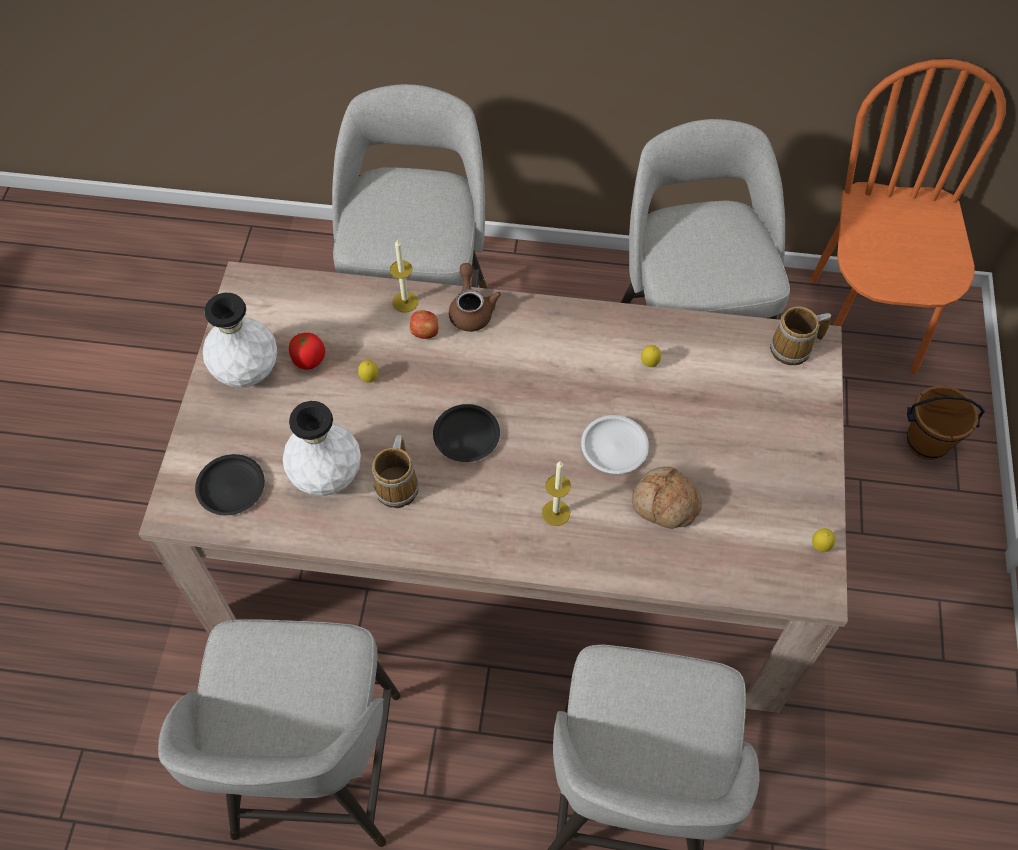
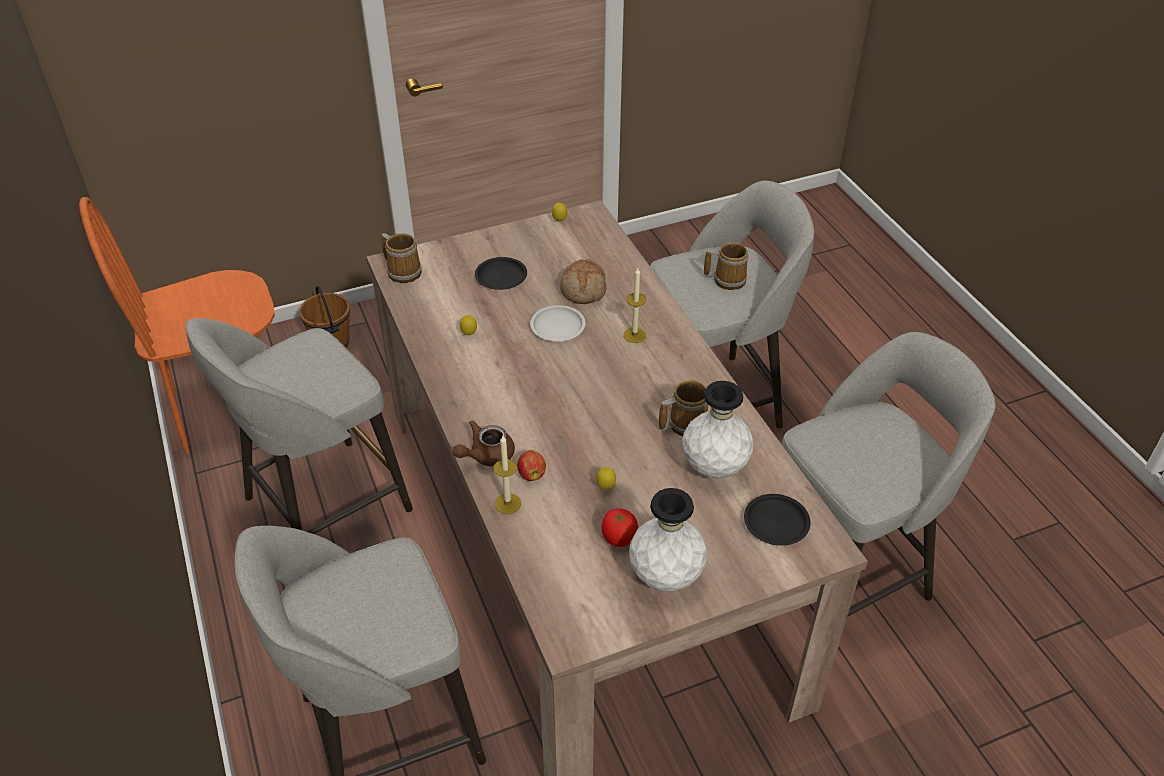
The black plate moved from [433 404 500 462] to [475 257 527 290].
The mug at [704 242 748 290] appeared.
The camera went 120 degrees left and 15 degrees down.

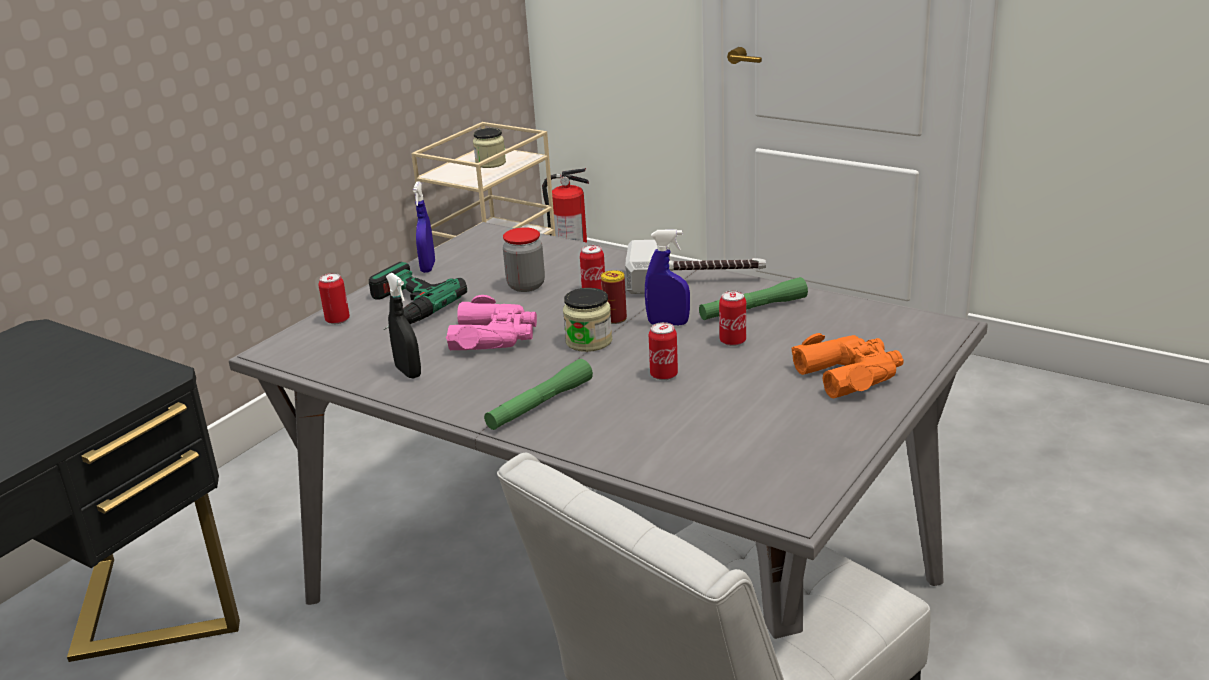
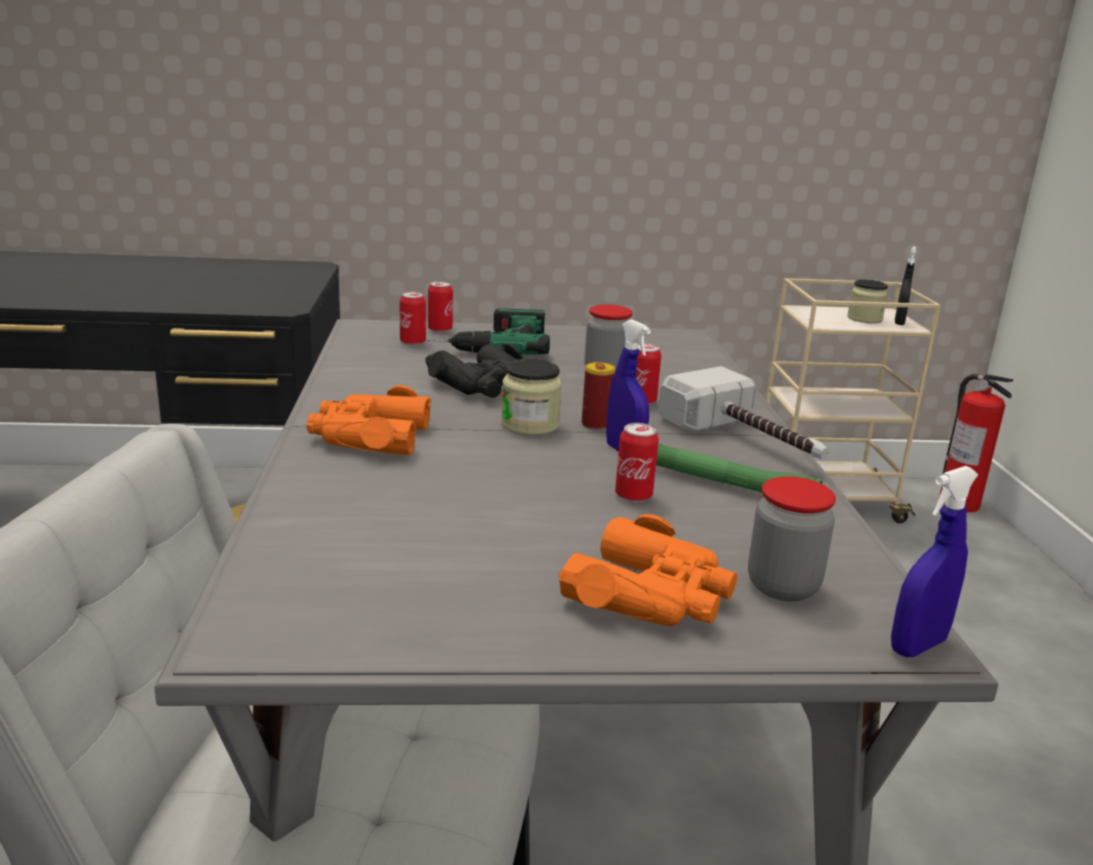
The blue spray bottle moved from [413 181 435 273] to [891 466 978 657].
The black spray bottle moved from [386 273 421 379] to [895 246 916 325].
The pink binoculars at [446 295 537 351] became the black binoculars at [425 343 523 398].
The can moved from [649 322 678 380] to [399 292 426 346].
The green flashlight at [484 359 593 430] was replaced by the orange binoculars at [307 385 432 455].
The jar at [748 476 836 601] appeared.
The camera went 50 degrees right and 5 degrees down.

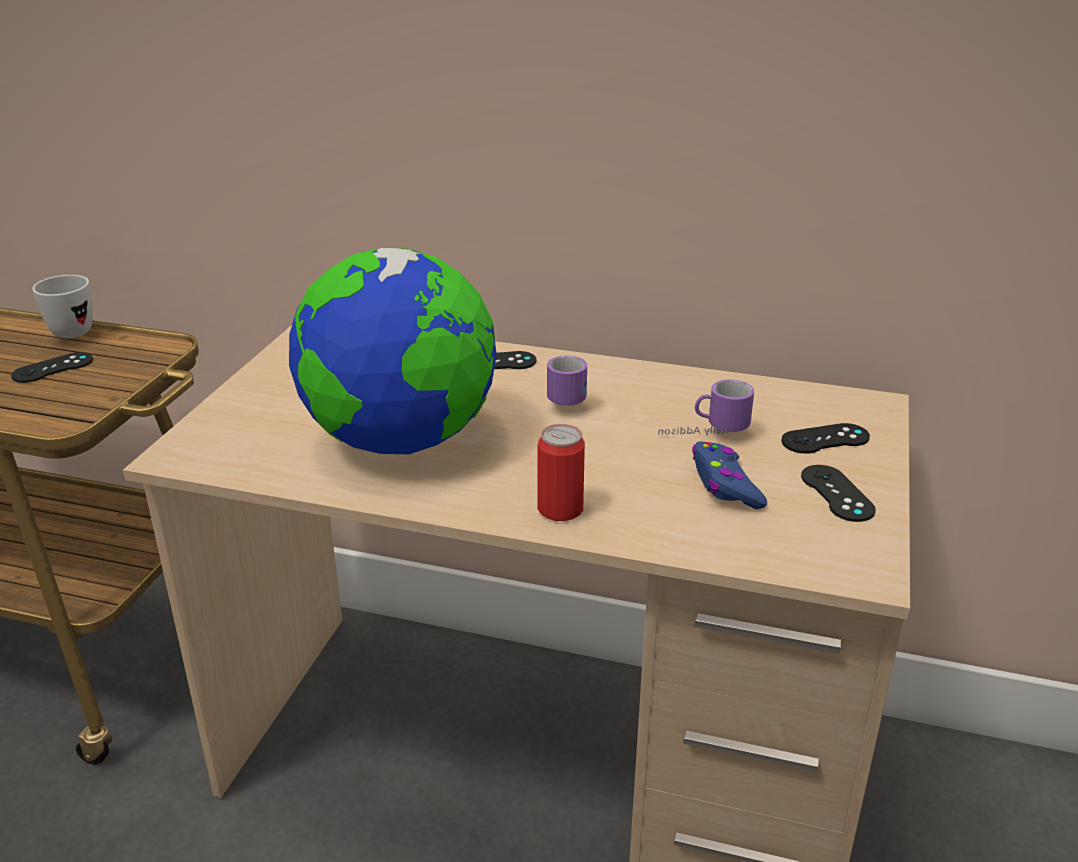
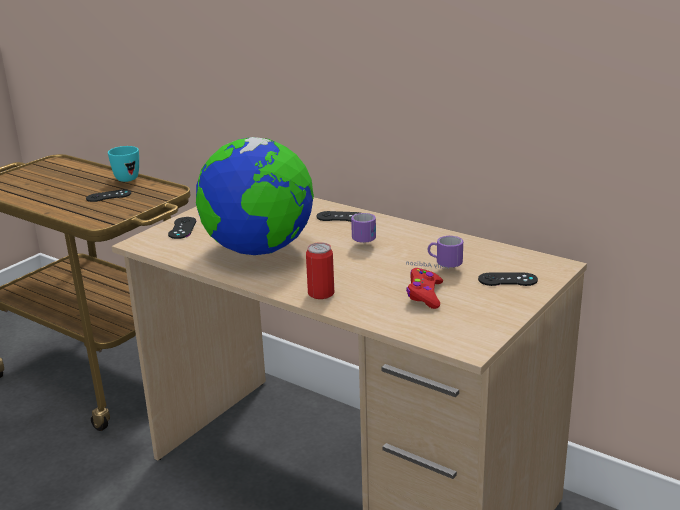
The white mug at [32 275 93 338] became the turquoise mug at [108 146 139 182].
The blue game controller at [692 441 767 509] became the red game controller at [406 268 443 309].
The black game controller moved from [801 465 876 522] to [168 217 196 239].
The camera went 20 degrees right and 5 degrees down.

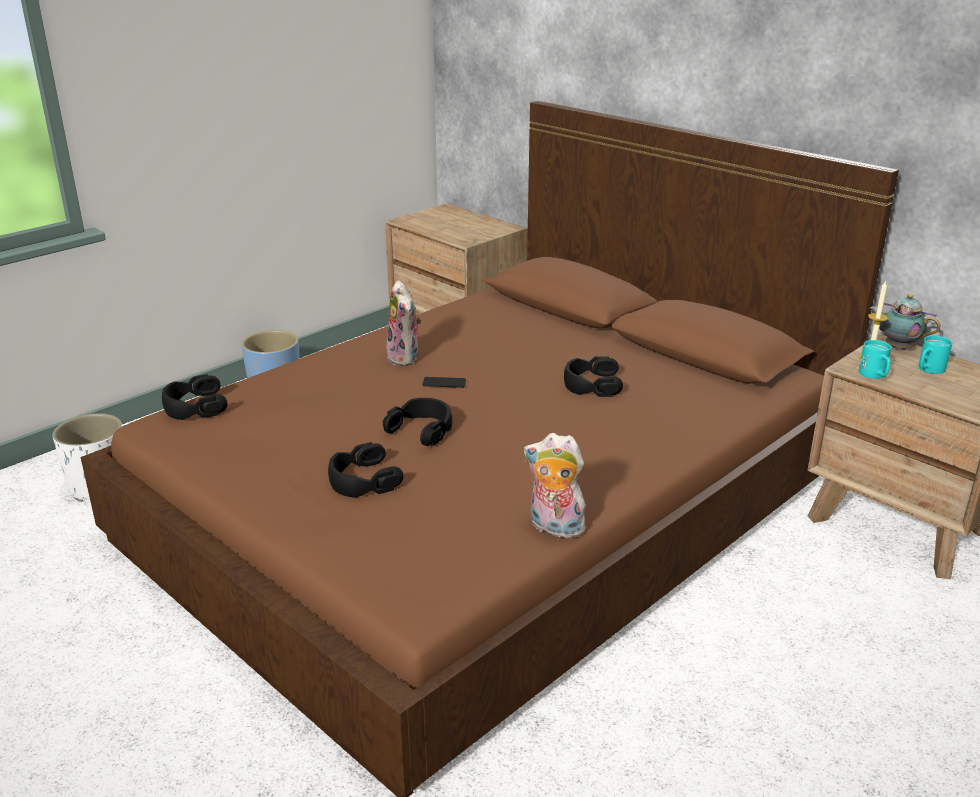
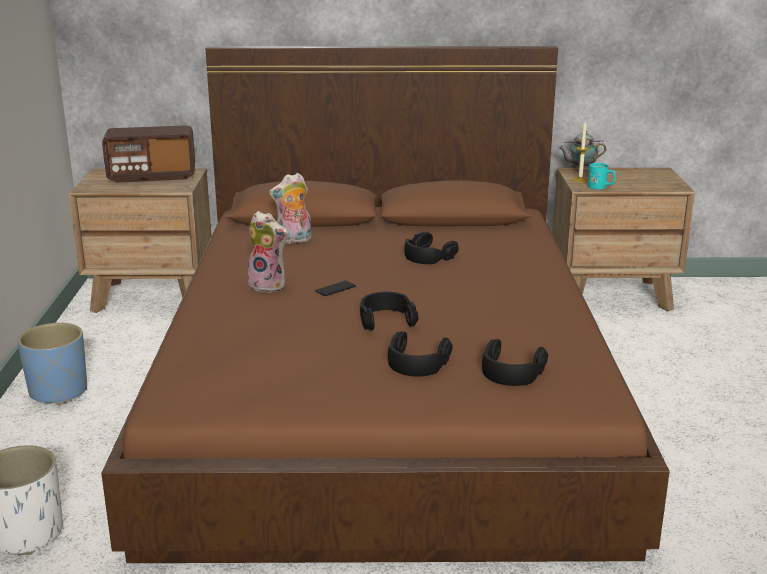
The turquoise mug at [918 336 952 374] disappeared.
The black headphones moved from [162 374 227 420] to [482 339 548 386].
The plush toy moved from [524 433 588 538] to [269 173 312 244].
The radio at [102 125 195 183] appeared.
The camera went 45 degrees left and 5 degrees down.

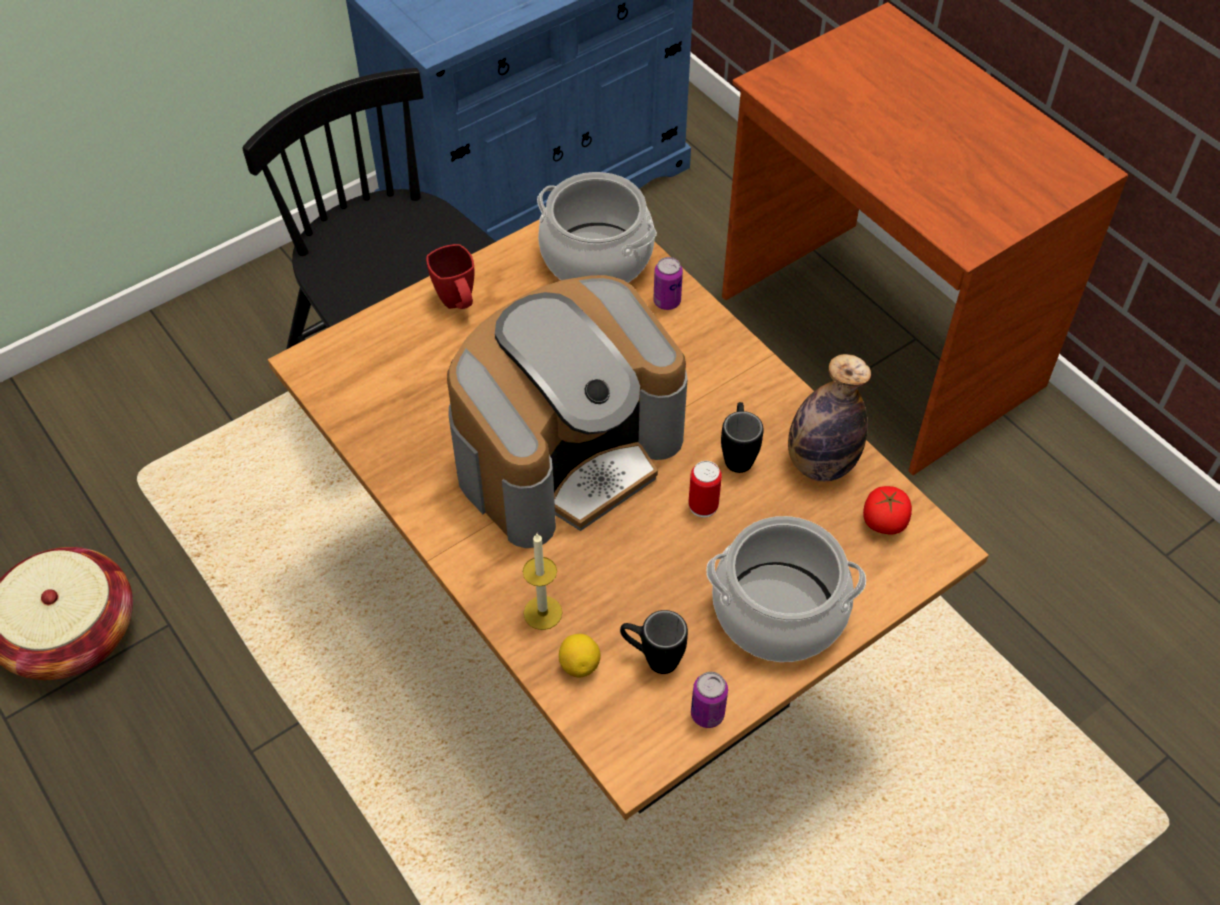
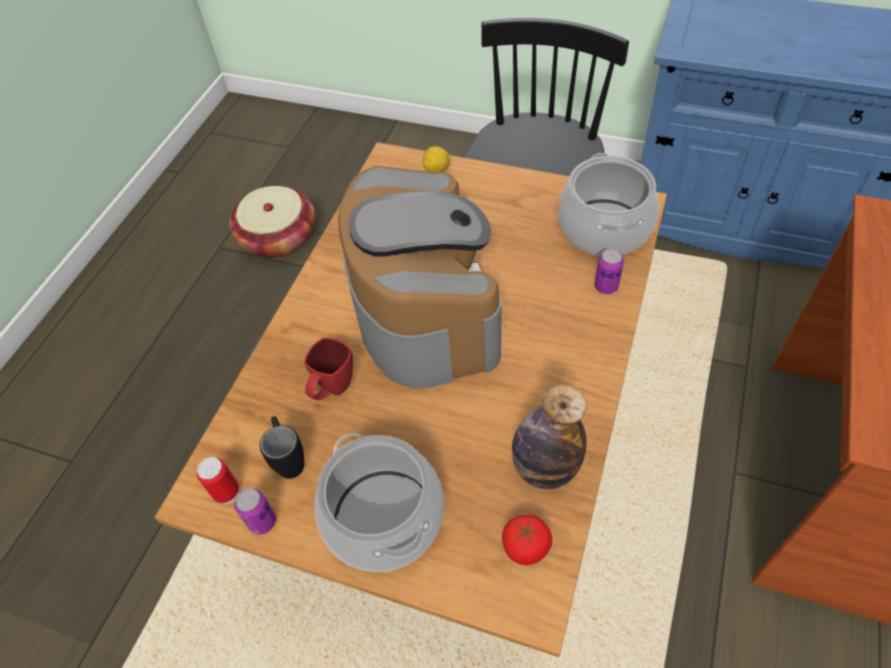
The red mug moved from [426 244 474 309] to [304 337 353 400].
The coffee machine at [447 275 688 548] turned 120 degrees counterclockwise.
The black mug at [721 402 764 473] disappeared.
The can moved from [689 461 722 518] to [197 457 239 504].
The candle at [523 533 562 630] disappeared.
The lemon moved from [559 634 601 677] to [422 146 450 172].
The camera went 60 degrees right and 0 degrees up.

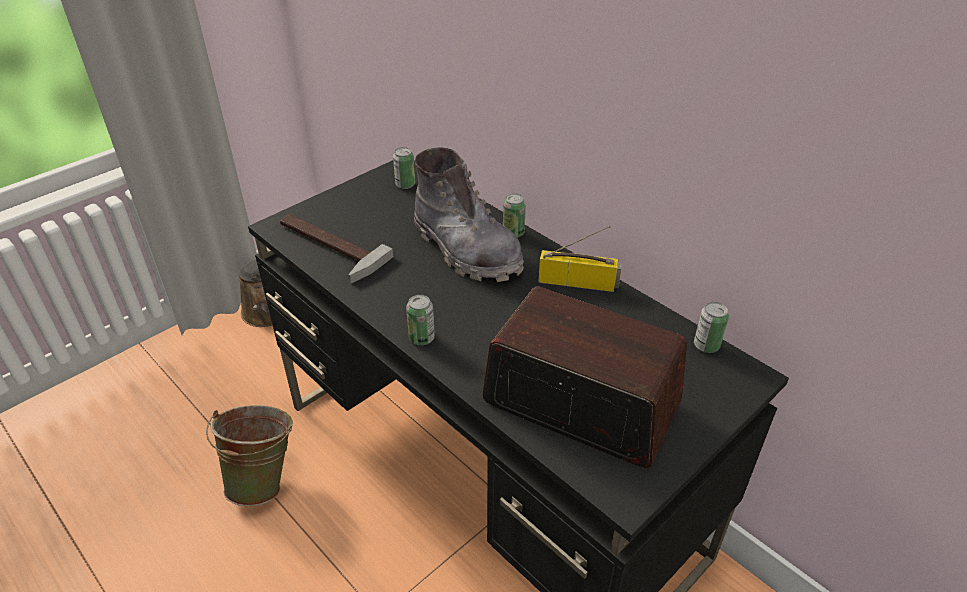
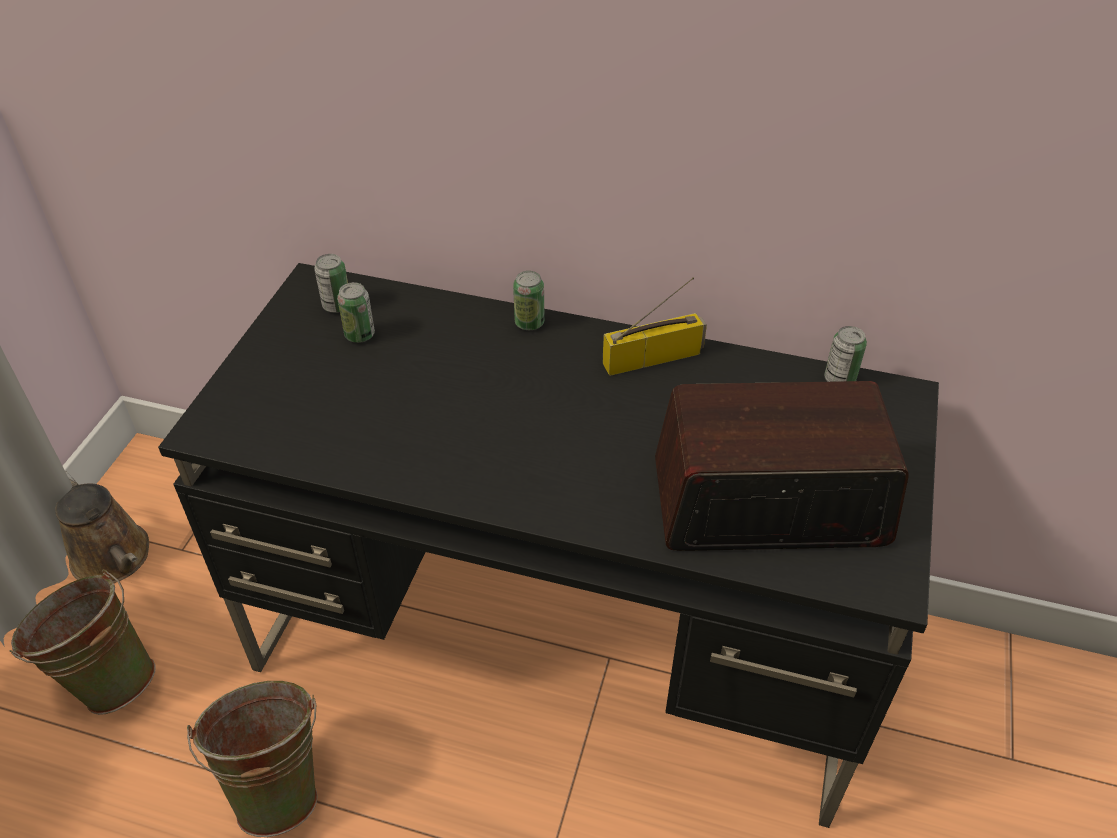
The grey boot at [414 147 524 282] disappeared.
The hammer at [280 214 394 284] disappeared.
The can moved from [406 295 435 345] to [337 282 375 343].
The green bucket at [10 569 156 715] appeared.
The camera went 30 degrees left and 5 degrees up.

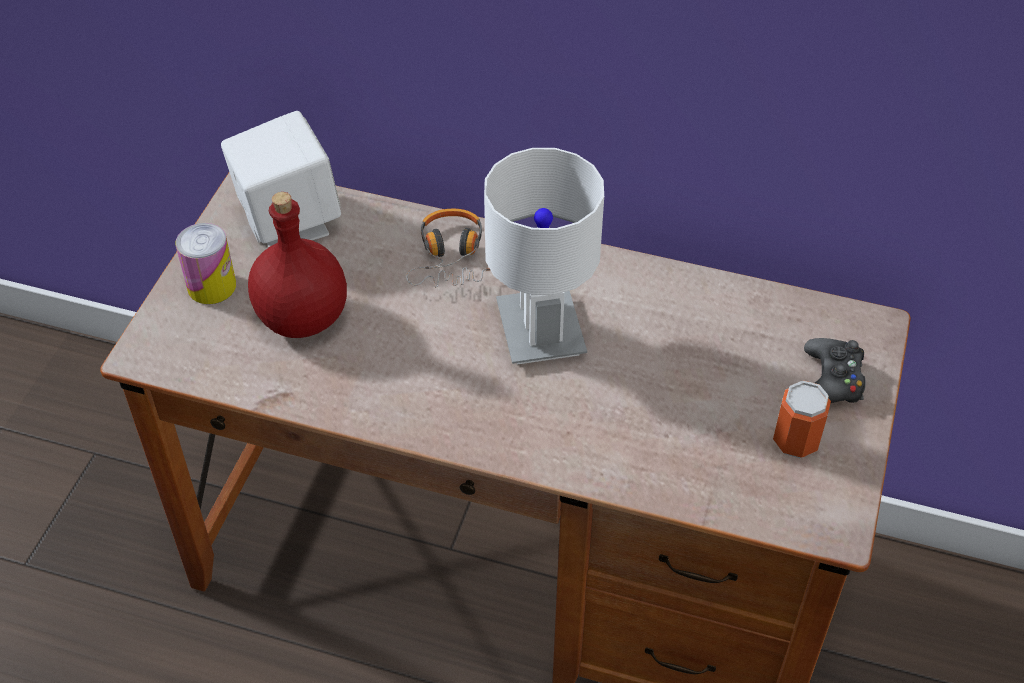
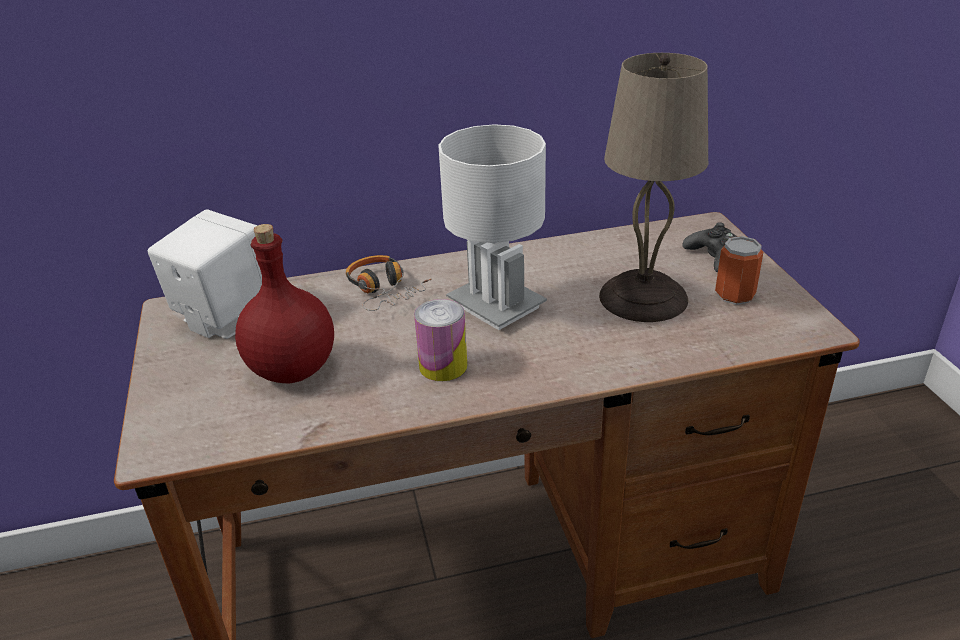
The can moved from [175 223 236 304] to [414 299 467 381].
The beige table lamp at [599 53 708 322] appeared.
The camera went 30 degrees left and 15 degrees down.

